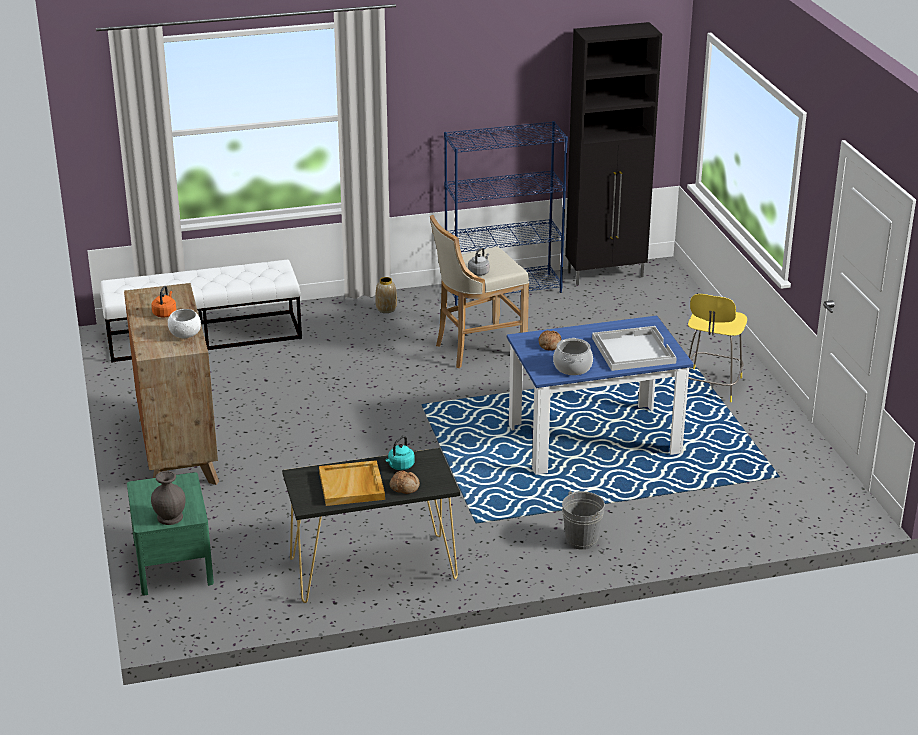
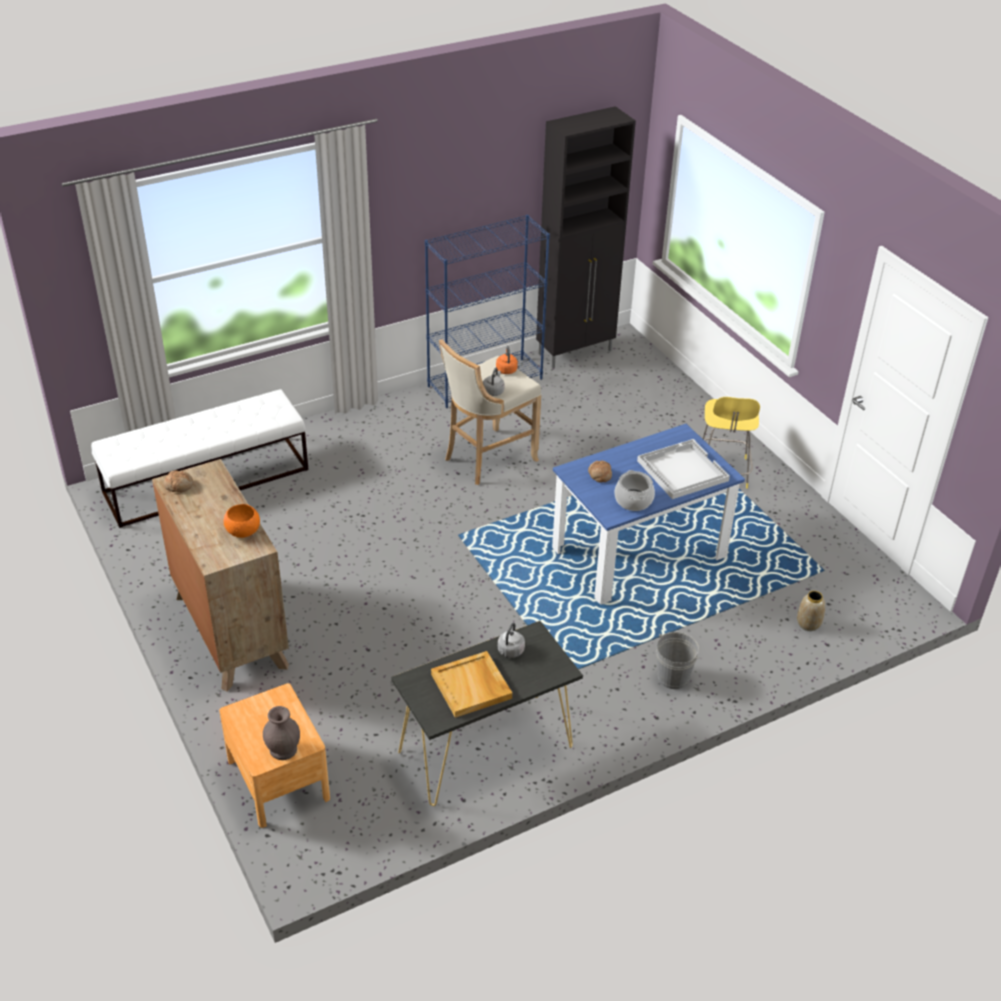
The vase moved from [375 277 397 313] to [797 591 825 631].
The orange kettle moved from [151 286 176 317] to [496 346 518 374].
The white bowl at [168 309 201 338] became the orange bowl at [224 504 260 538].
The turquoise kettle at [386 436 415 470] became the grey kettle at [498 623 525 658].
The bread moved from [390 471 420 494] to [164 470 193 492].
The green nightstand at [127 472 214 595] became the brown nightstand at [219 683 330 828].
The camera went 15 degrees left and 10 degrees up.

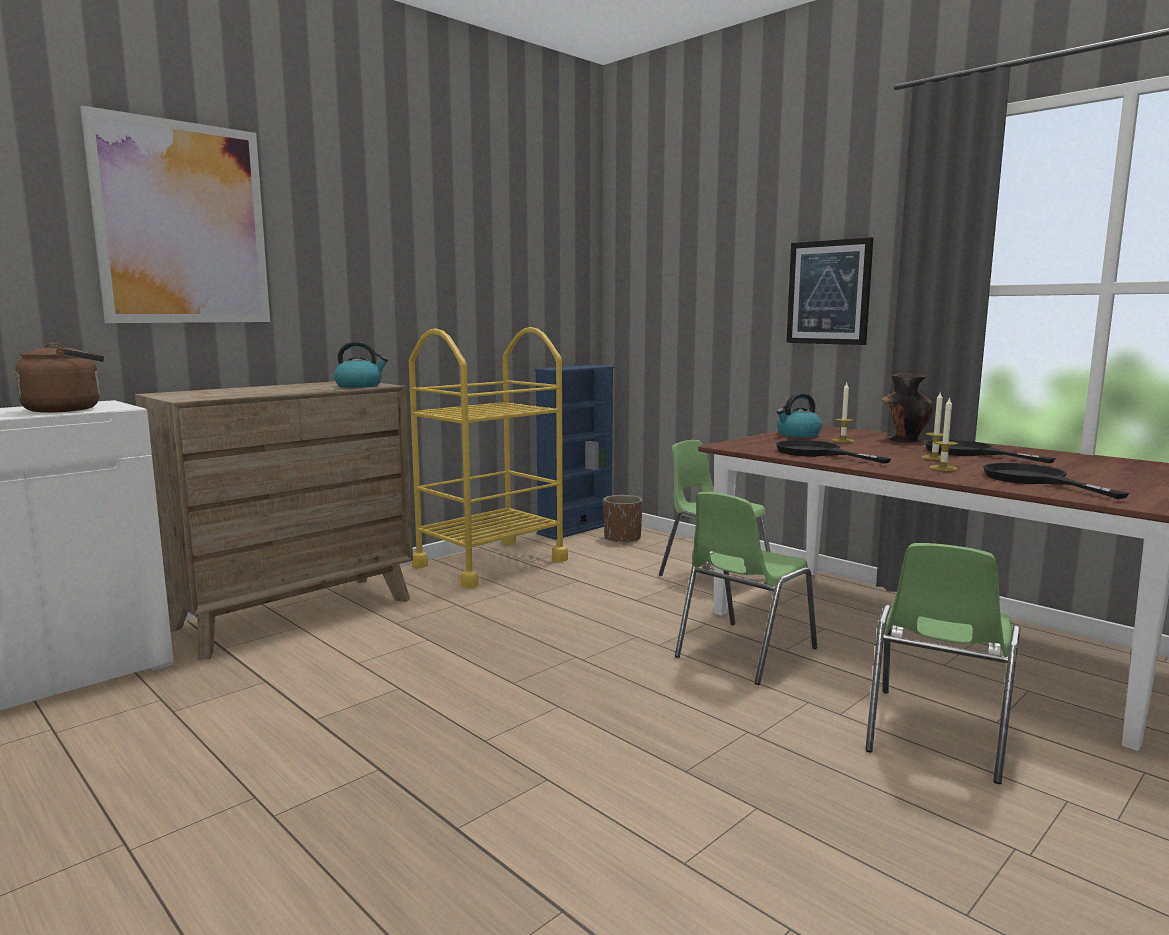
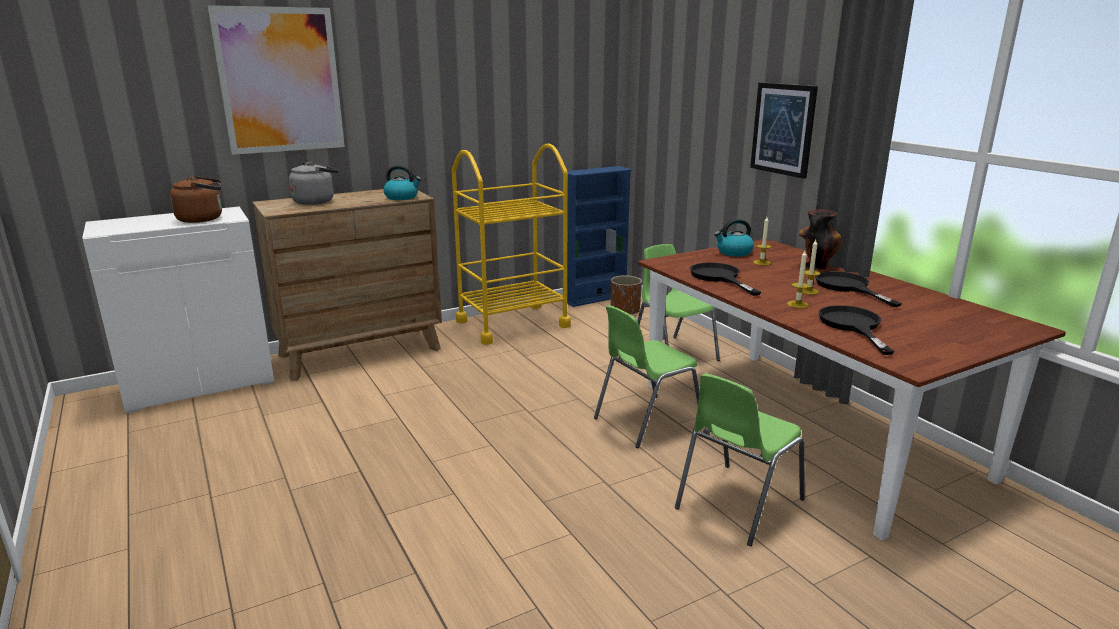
The grey kettle at [289 162 338 205] appeared.
The camera went 15 degrees right and 10 degrees up.

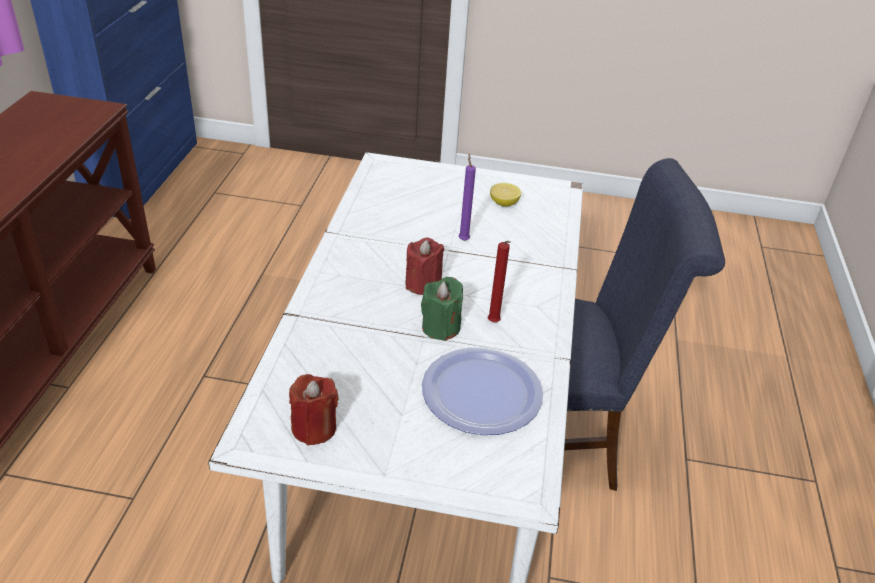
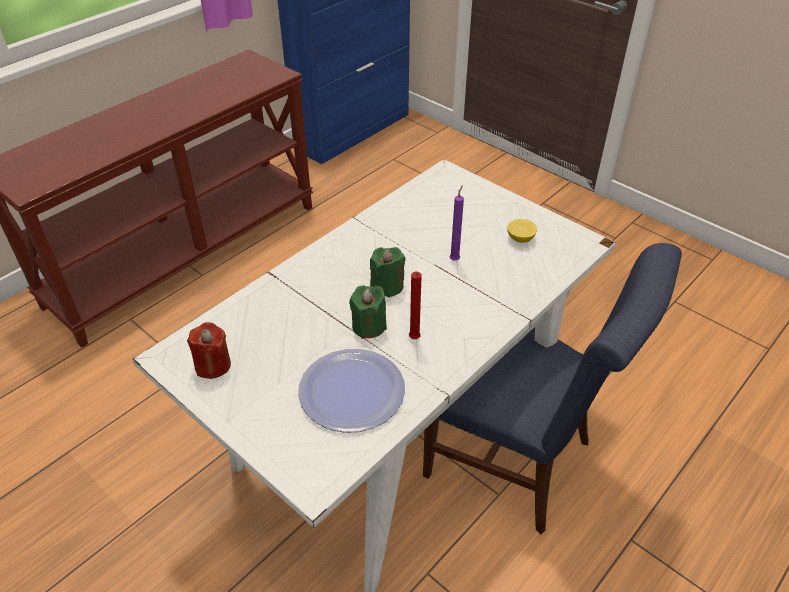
The red candle at [405 238 444 295] became the green candle at [370 247 406 297].
The camera went 35 degrees right and 5 degrees up.

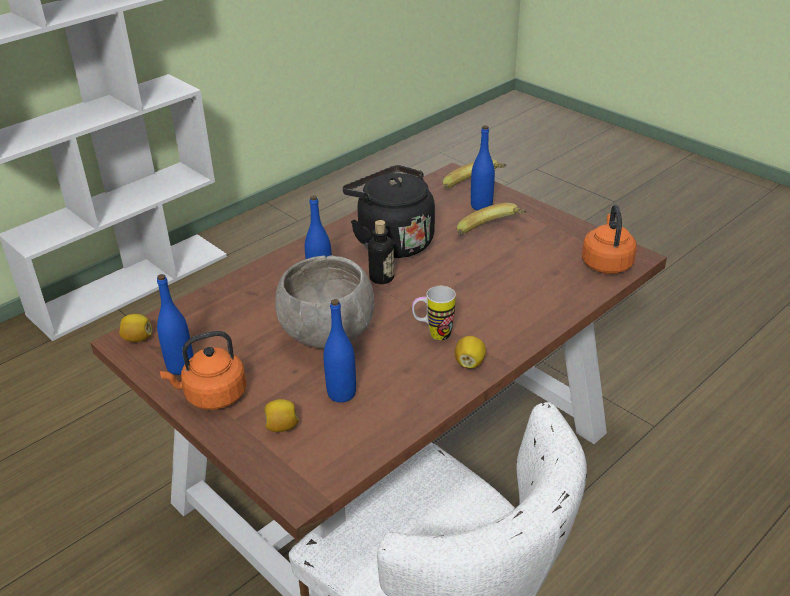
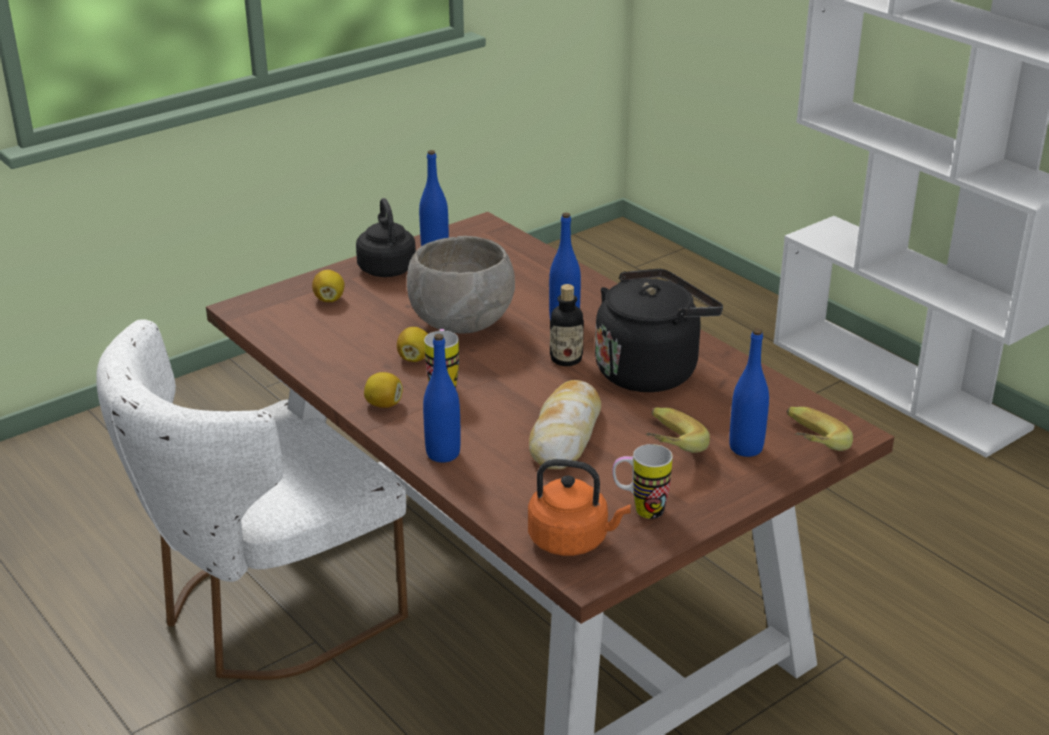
The blue bottle moved from [323 299 356 403] to [423 334 461 463].
The lemon moved from [119 314 152 342] to [397 327 428 362].
The orange kettle at [160 331 246 410] became the black kettle at [356 198 416 277].
The bread at [529 380 601 470] appeared.
The mug at [612 444 673 519] appeared.
The camera went 95 degrees right and 5 degrees down.

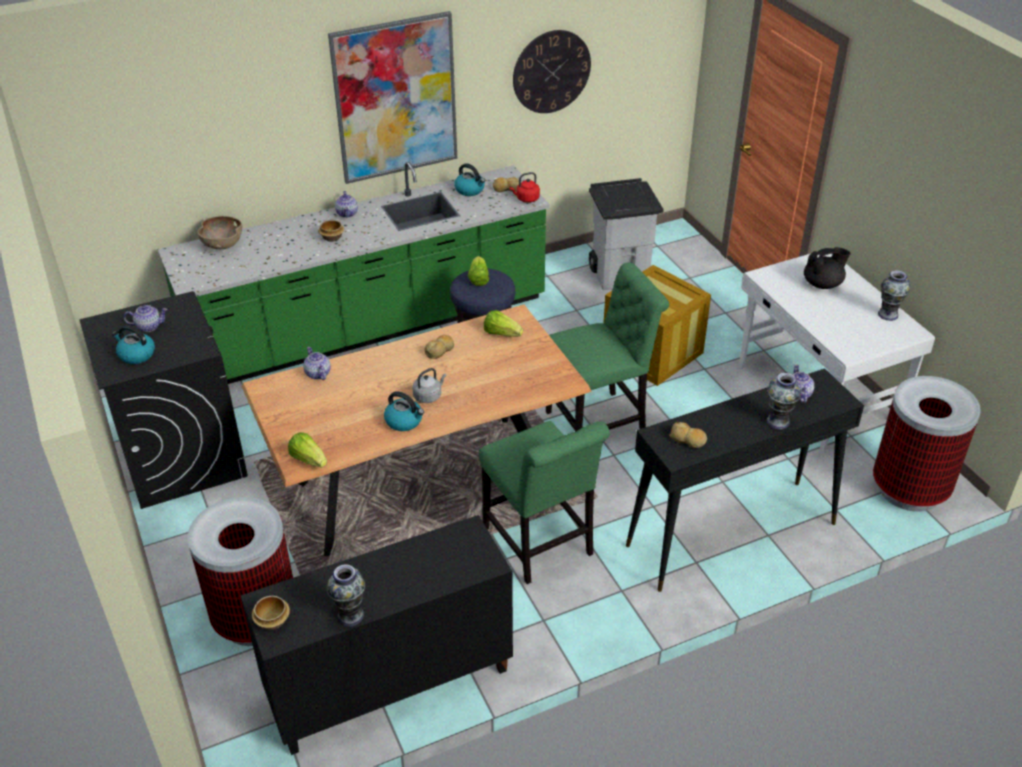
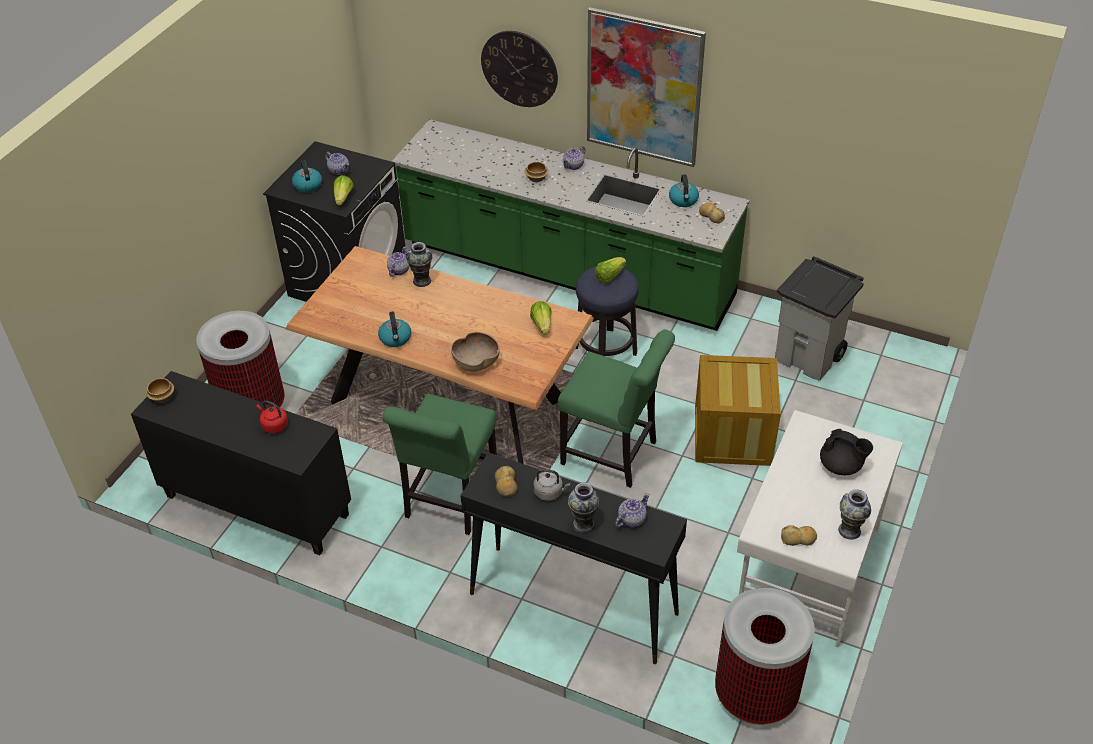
The wall clock moved from [513 30 591 113] to [481 31 558 107].
The red kettle moved from [510 172 540 203] to [257 400 288 433].
The brown bowl moved from [197 216 242 249] to [451 332 500 372].
The bread moved from [424 335 454 359] to [781 525 817 546].
The grey kettle moved from [412 368 447 403] to [534 469 570 501].
The lettuce moved from [288 433 327 467] to [334 175 354 205].
The vase moved from [327 564 365 627] to [406 242 432 287].
The camera went 50 degrees right and 5 degrees up.

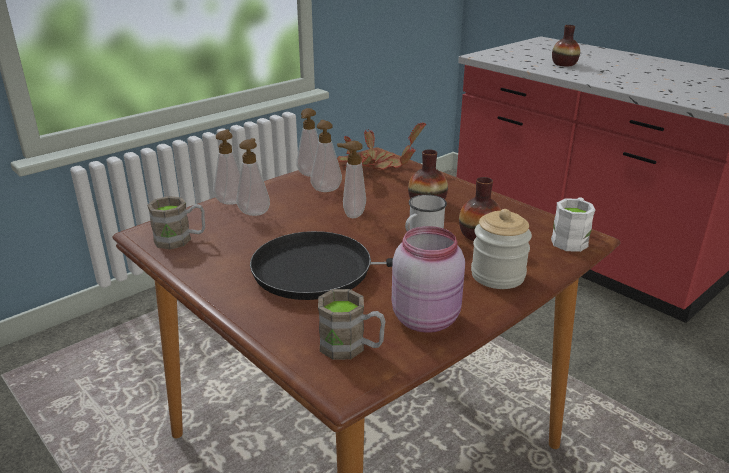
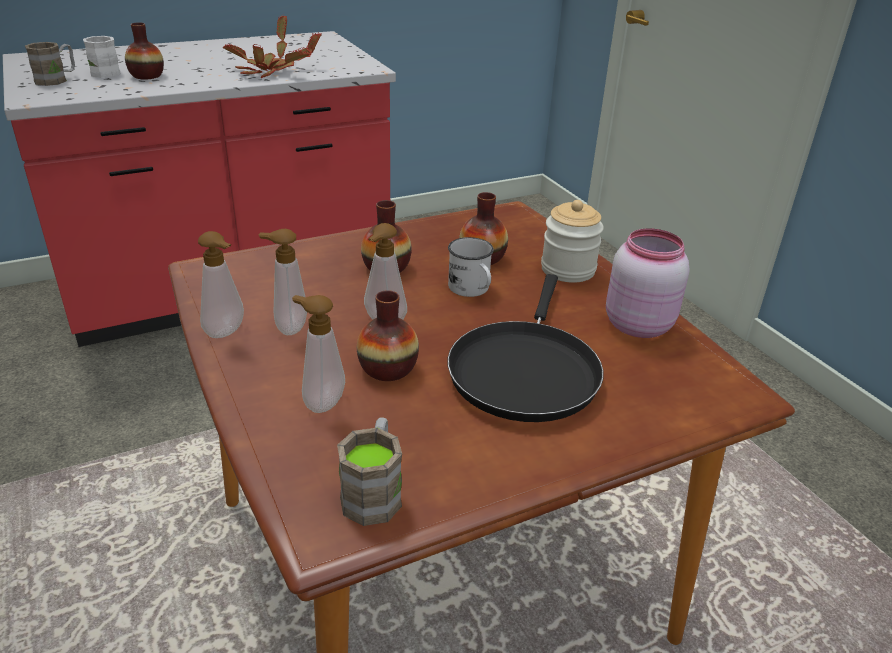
The potted plant moved from [337 122 426 170] to [223 15 322 78].
The soap dispenser at [213 129 240 205] disappeared.
The white mug moved from [551 197 595 252] to [83 36 121 78].
The brown mug moved from [318 289 386 360] to [25 42 75 86].
The vase at [357 290 419 381] appeared.
The camera went 75 degrees left and 5 degrees up.

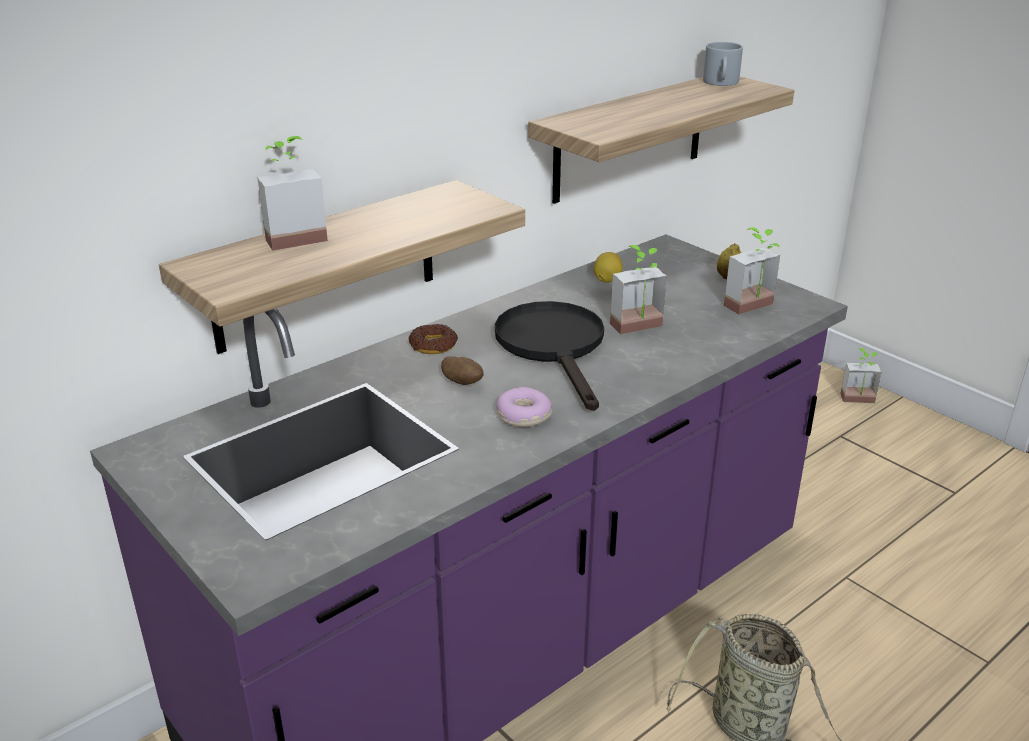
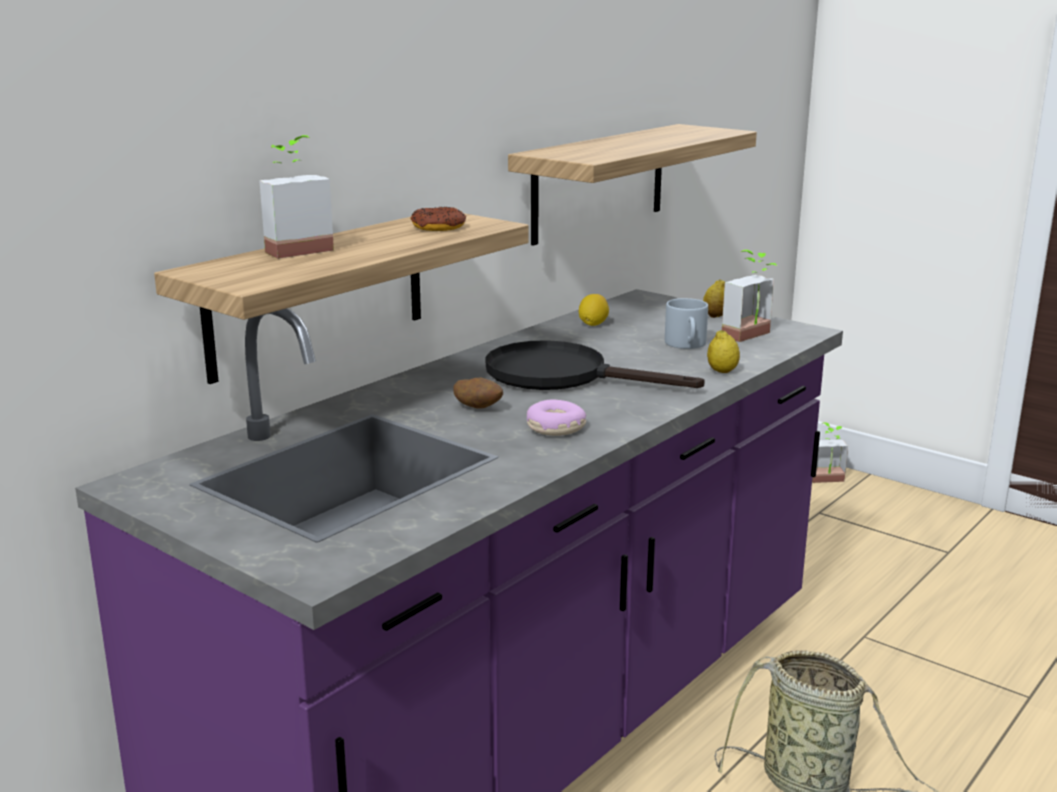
The grey mug moved from [703 42 743 86] to [665 298 708 349].
The potted plant at [610 245 667 334] disappeared.
The black frying pan at [495 301 604 411] turned 45 degrees counterclockwise.
The donut moved from [409 324 458 354] to [411 207 466 231].
The lemon at [707 330 740 373] appeared.
The camera went 10 degrees left and 10 degrees down.

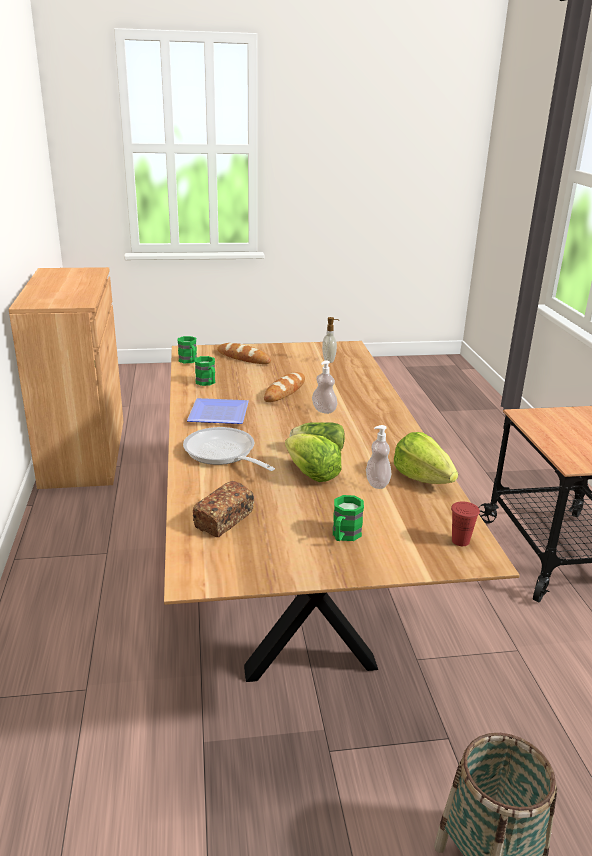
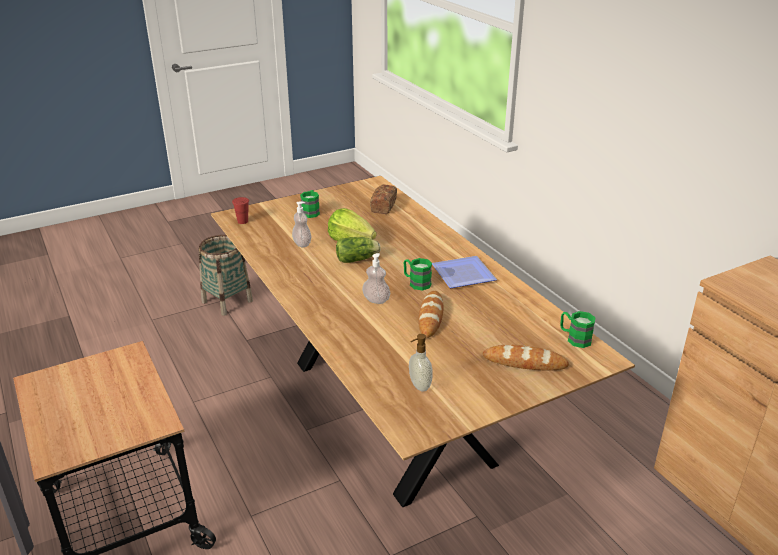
The green mug moved from [195 356 215 386] to [404 258 432 290].
The frying pan at [183 427 275 471] disappeared.
The lettuce at [394 432 458 484] disappeared.
The camera went 160 degrees right and 5 degrees up.

